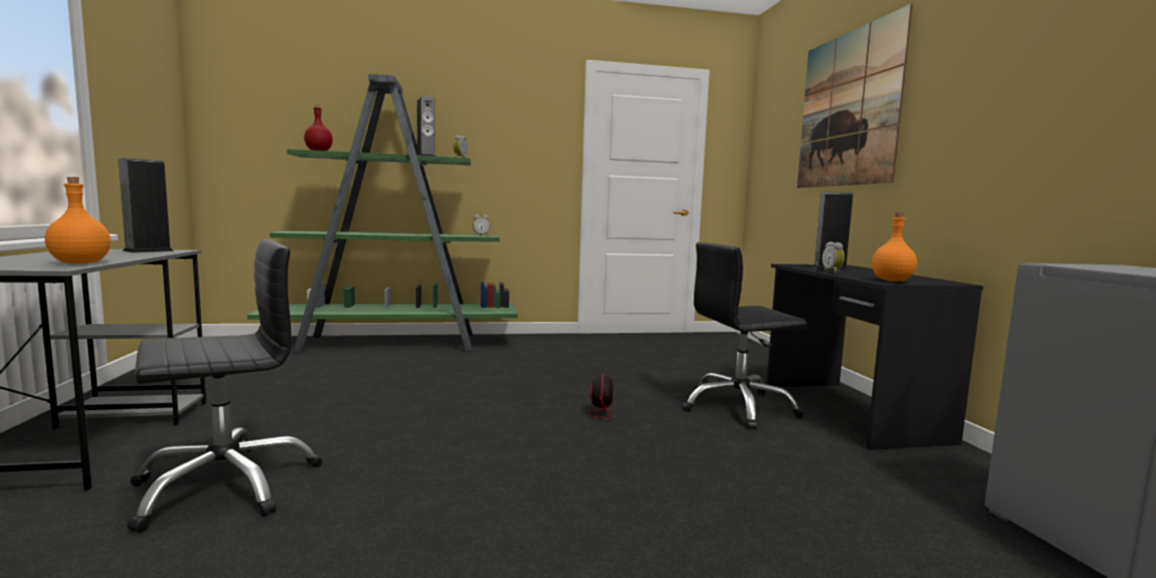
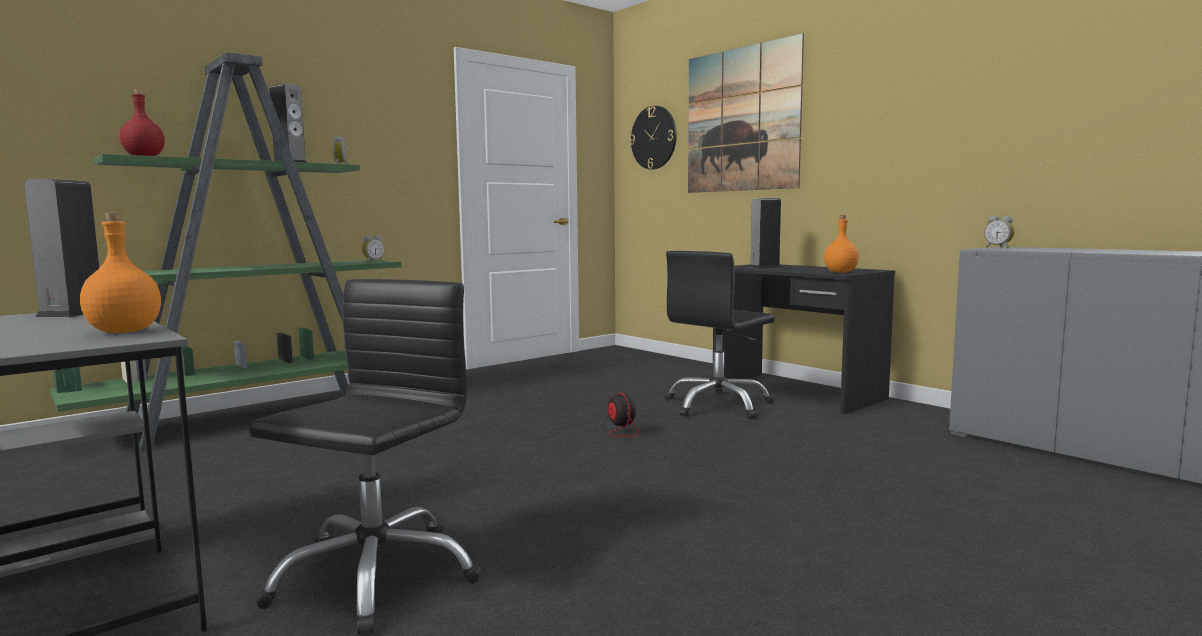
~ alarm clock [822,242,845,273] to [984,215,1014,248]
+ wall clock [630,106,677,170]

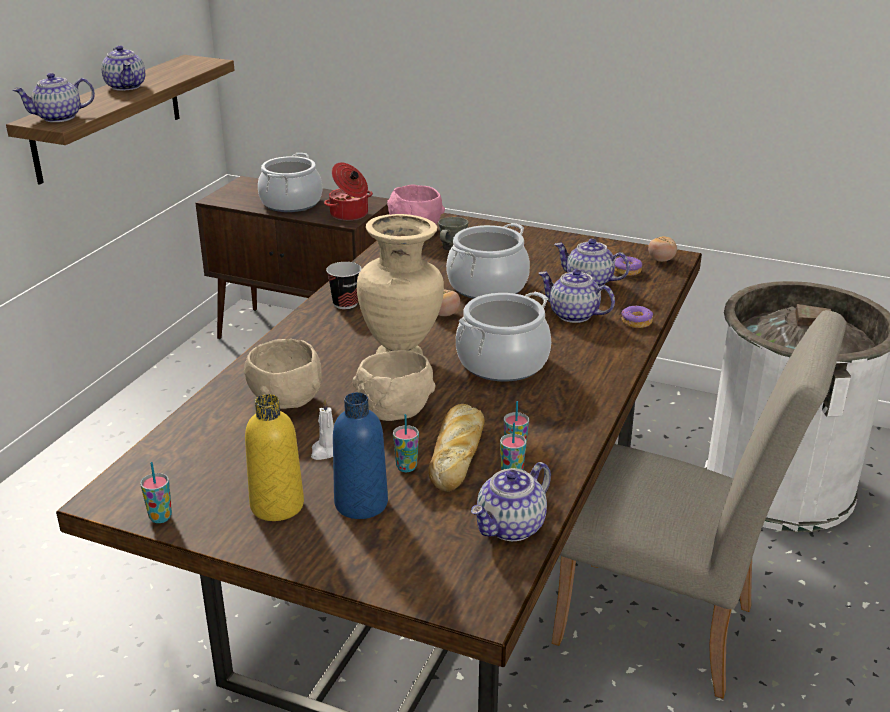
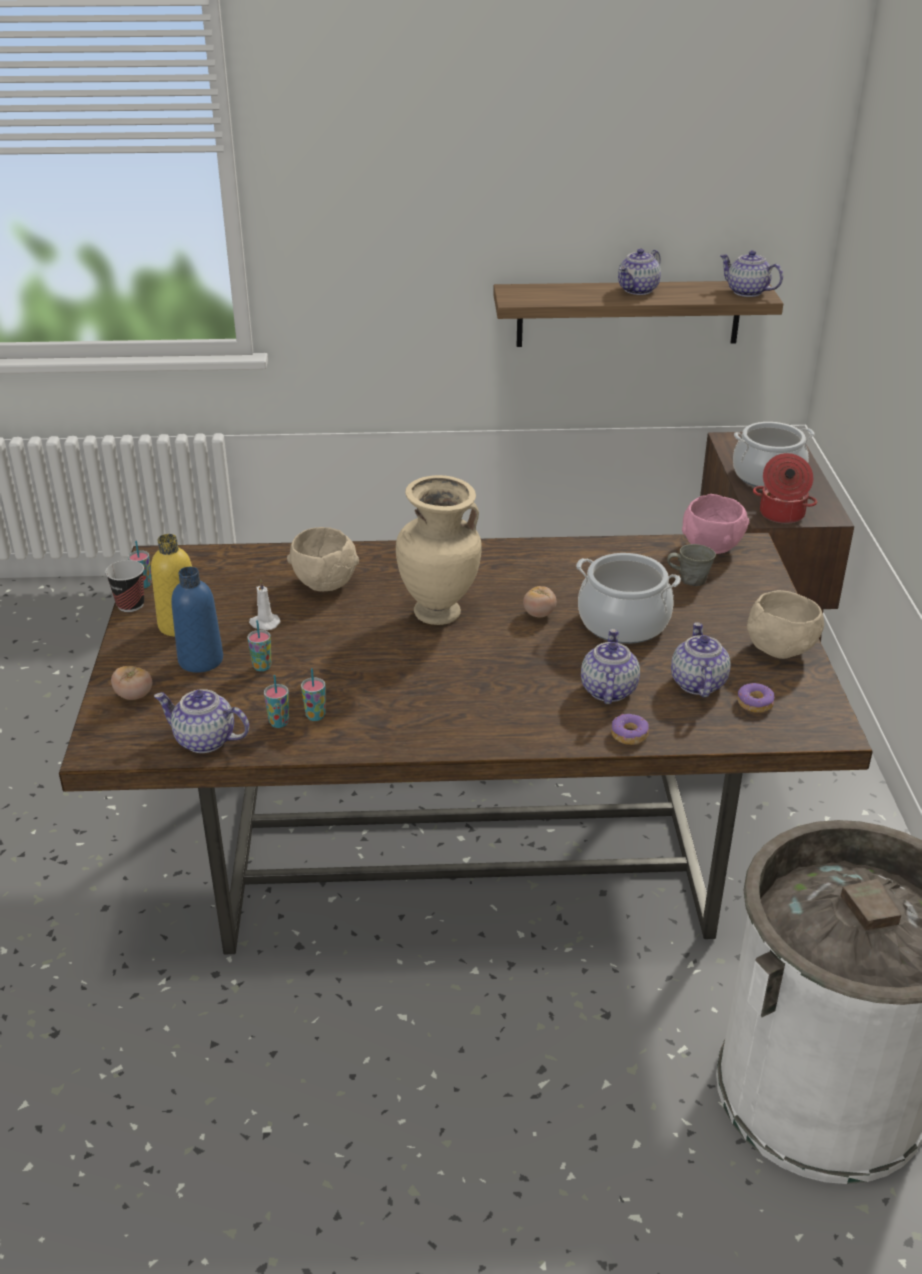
~ teapot [13,73,95,122] to [720,250,783,297]
~ cup [326,262,362,309] to [105,560,144,612]
~ serving bowl in beige-coloured [352,350,436,421] to [747,590,824,659]
- baked bread [428,404,484,492]
- stockpot [456,292,551,381]
- chair in beige-coloured [552,310,846,699]
~ whole tomato [648,236,677,262] to [111,666,152,700]

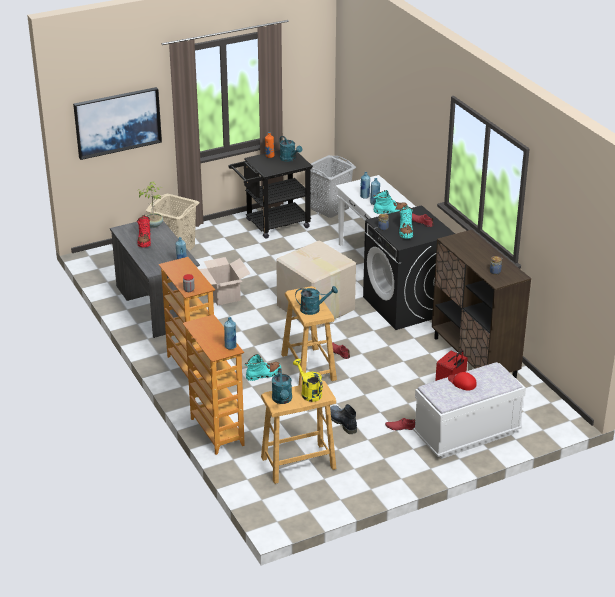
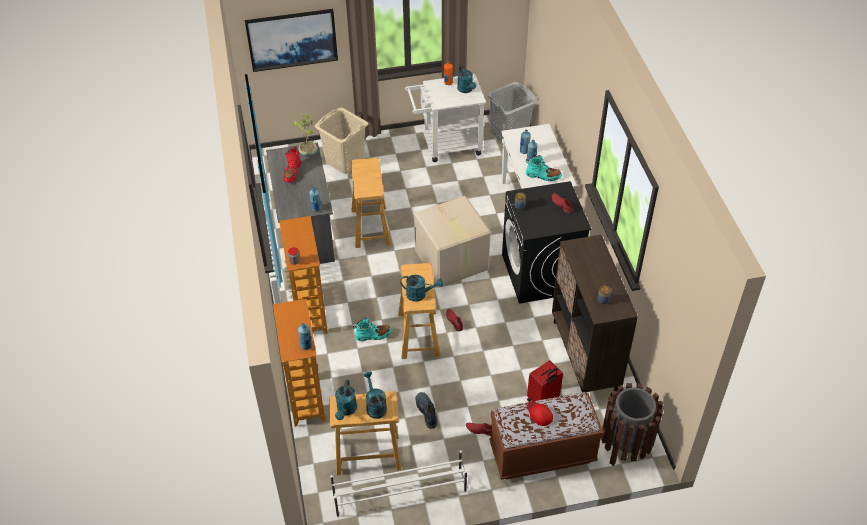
~ packing box [199,257,251,305] to stool in beige-coloured [351,158,391,248]
~ wheeled cart in black-coloured [229,150,313,239] to wheeled cart in white-coloured [405,74,486,162]
~ watering can in yellowish [293,359,323,402] to watering can in turquoise [363,372,387,419]
- tall boot in turquoise [399,205,413,238]
~ indoor bench in white-coloured [413,362,526,459] to indoor bench in brown-coloured [489,392,603,480]
+ shoe shelf in white-coloured [330,450,467,518]
+ trash can in brown-coloured [601,383,663,466]

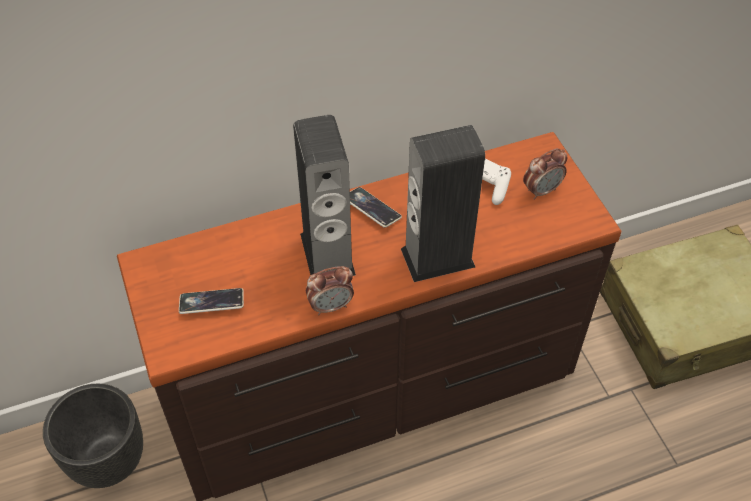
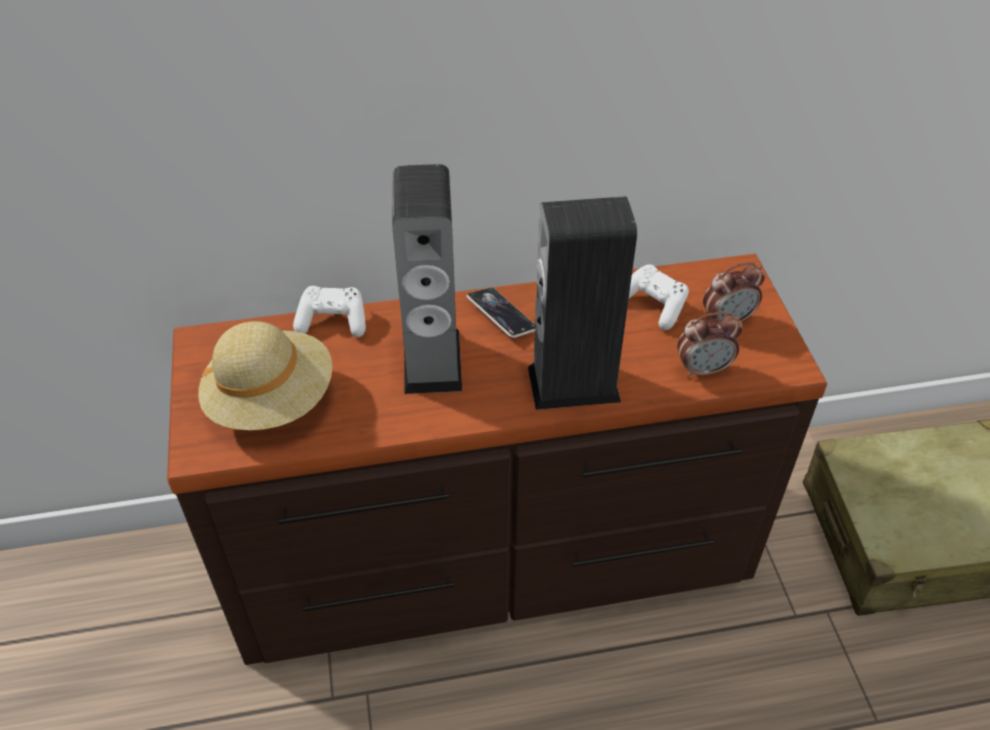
- plant pot in black-coloured [43,383,143,488]
~ telephone [179,288,244,314] to hat in beige-coloured [198,321,332,430]
~ alarm clock [306,266,354,315] to [677,312,743,378]
+ joypad in white-coloured [293,286,366,337]

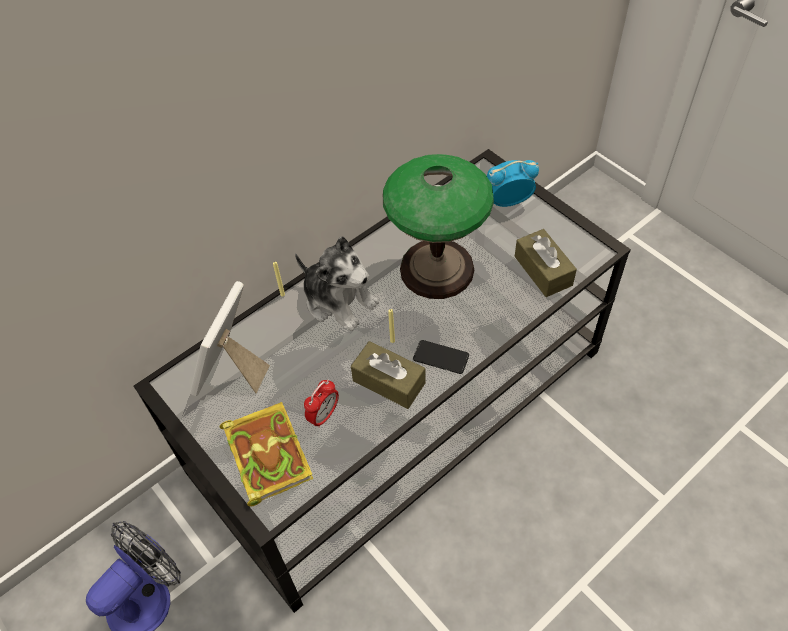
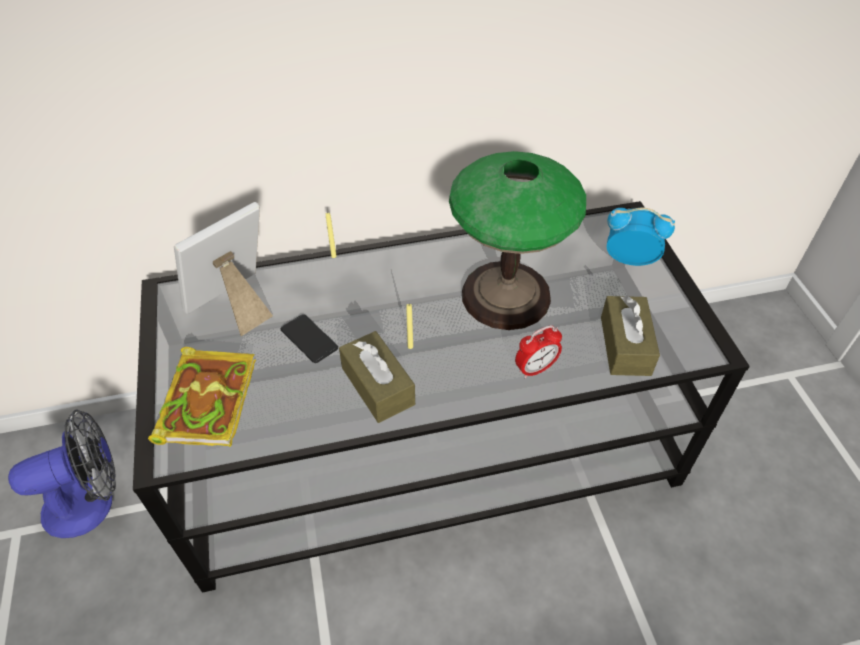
- cuddly toy [295,236,379,331]
~ alarm clock [304,380,339,428] to [515,325,562,378]
~ telephone [413,340,469,374] to [281,314,338,363]

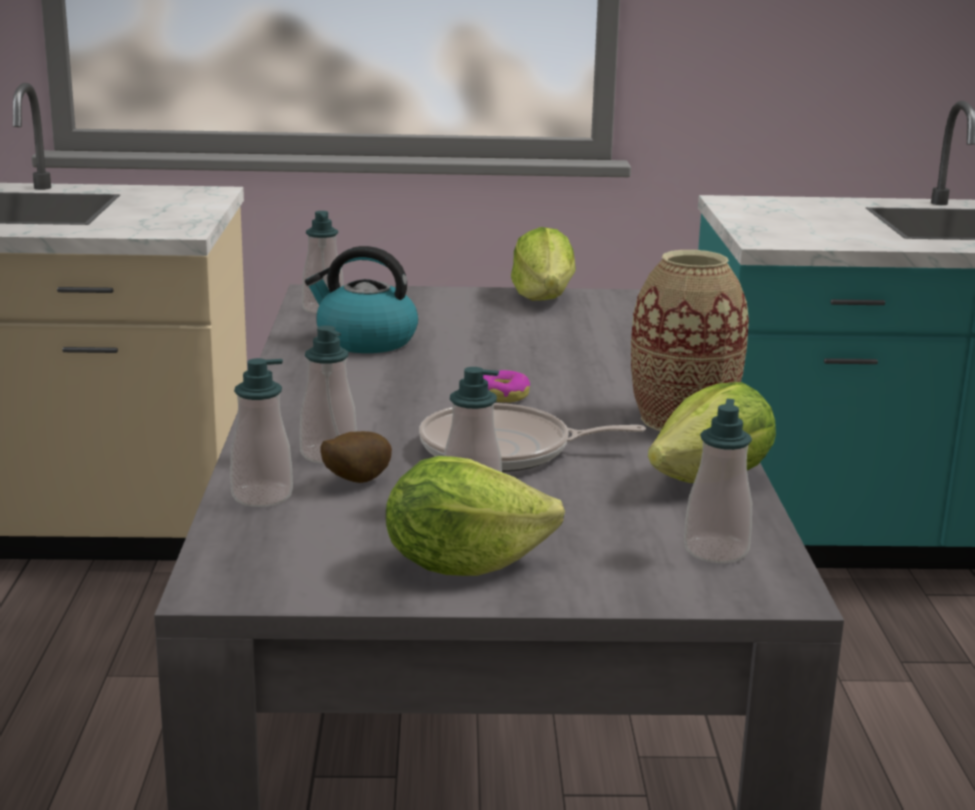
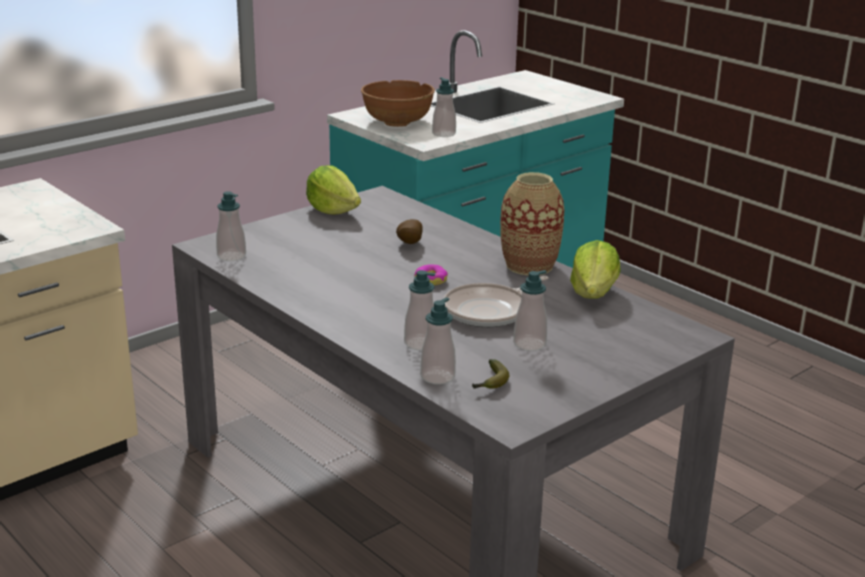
- kettle [305,246,418,353]
~ potato [320,431,392,483] to [396,219,423,244]
- lettuce head [386,456,565,576]
~ liquid soap bottle [684,399,752,563] to [432,77,456,137]
+ serving bowl in brown-coloured [361,80,435,127]
+ whole banana [472,359,509,389]

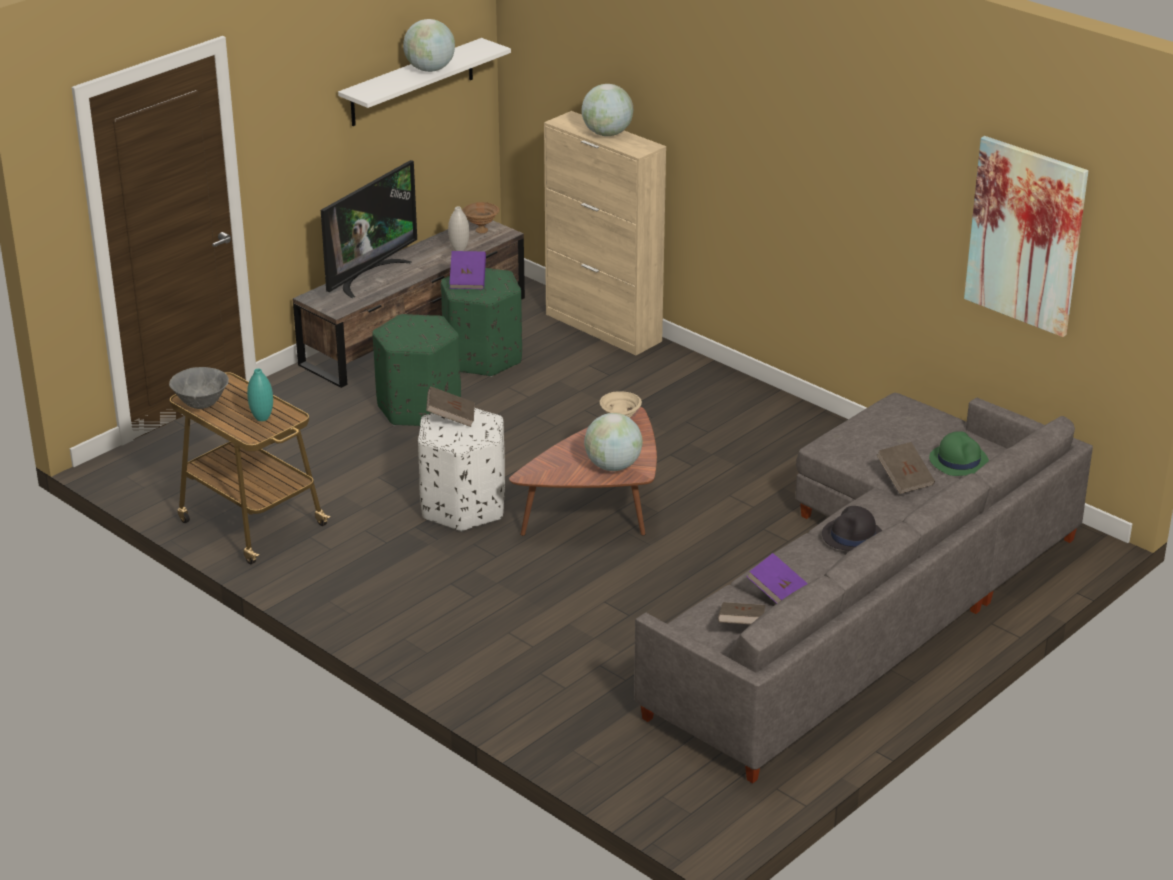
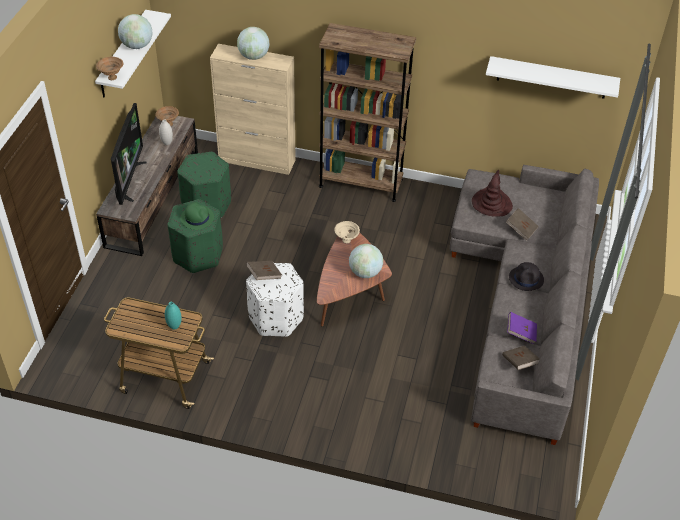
- serving bowl in grey [169,367,229,409]
- book in purple-coloured [449,251,486,289]
~ hat in greenish [929,431,989,476] to [180,202,214,230]
~ picture [964,136,1088,337] to wall shelf in white-coloured [486,56,620,99]
+ serving bowl in brown-coloured [96,57,124,80]
+ bookcase in brown-coloured [319,23,416,202]
+ hat in brown-coloured [472,170,513,217]

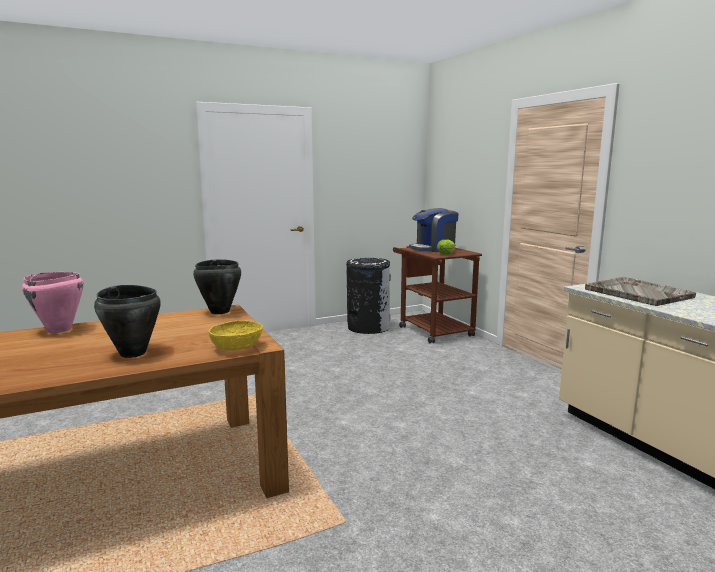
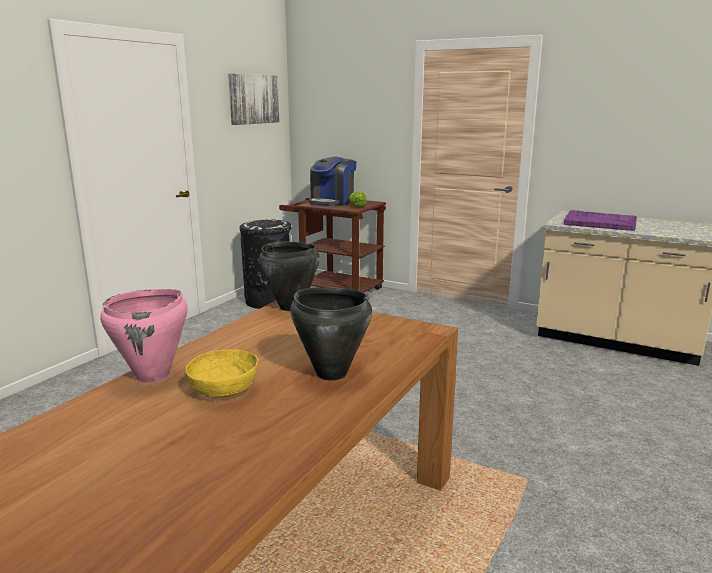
~ serving bowl in yellowish [209,320,263,350] to [186,349,258,398]
~ tray in grey [585,277,696,306] to tray in purple-coloured [564,210,637,231]
+ picture [228,73,280,125]

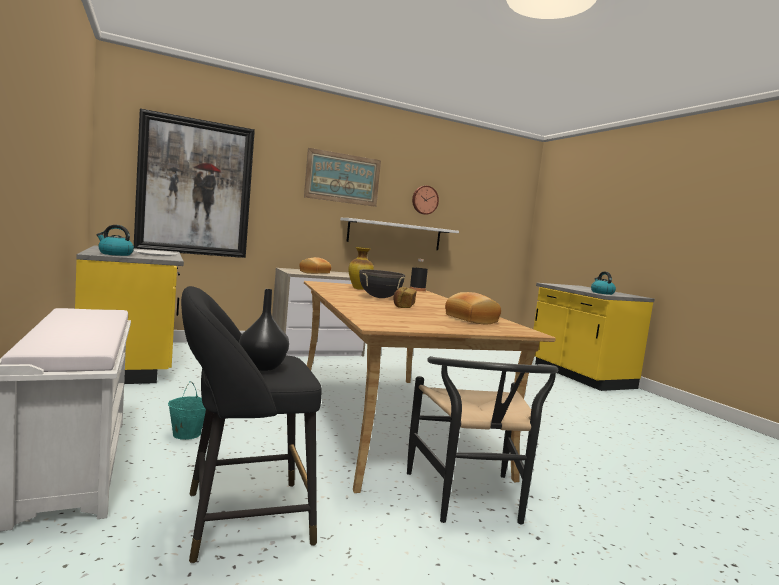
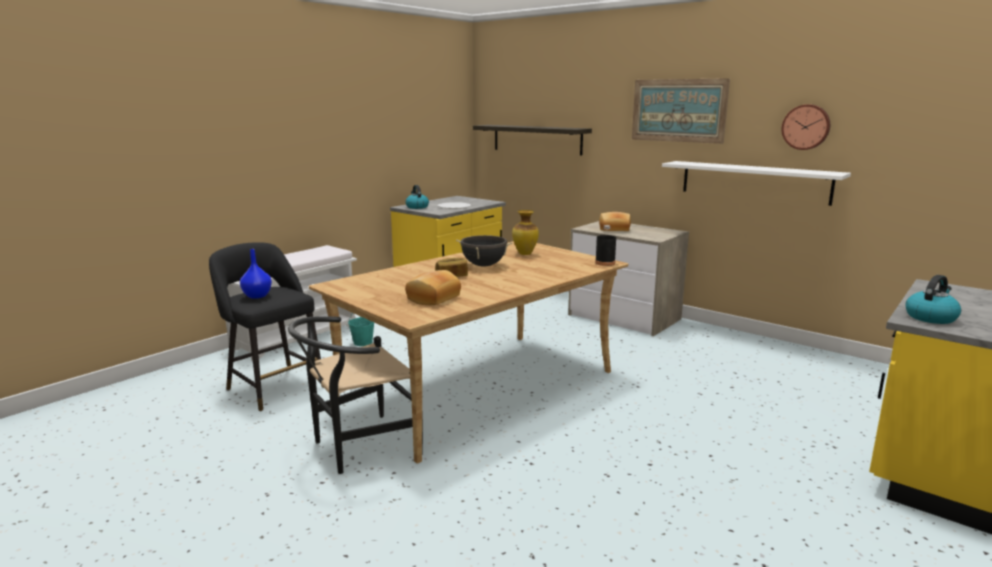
~ picture [134,108,255,258] to wall shelf [473,125,592,156]
~ vase in black-coloured [239,289,289,371] to vase in blue [240,249,272,299]

